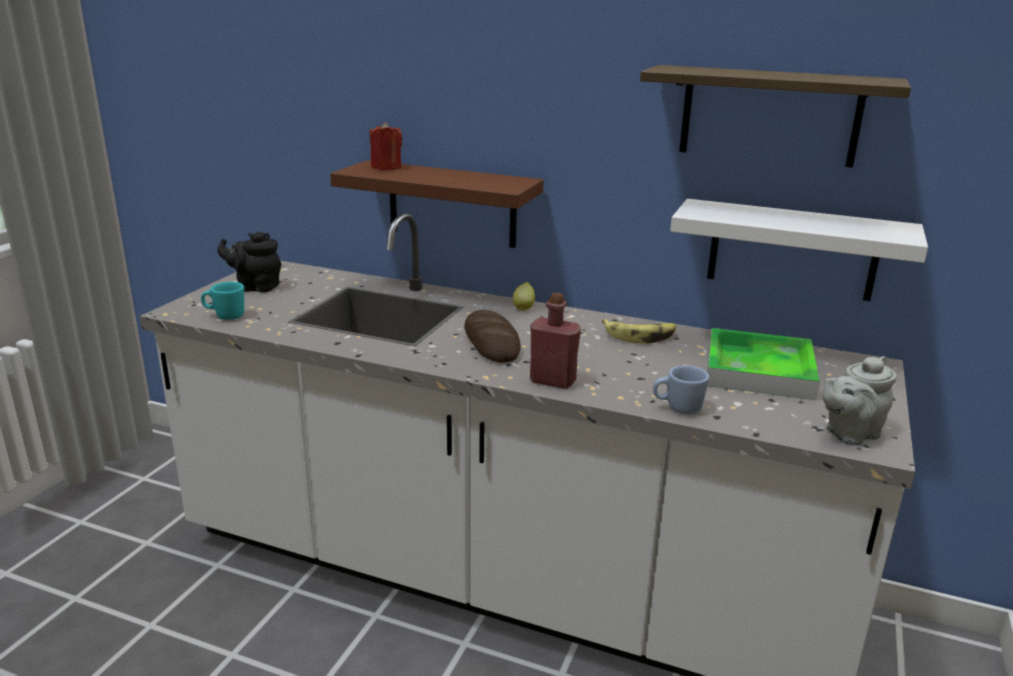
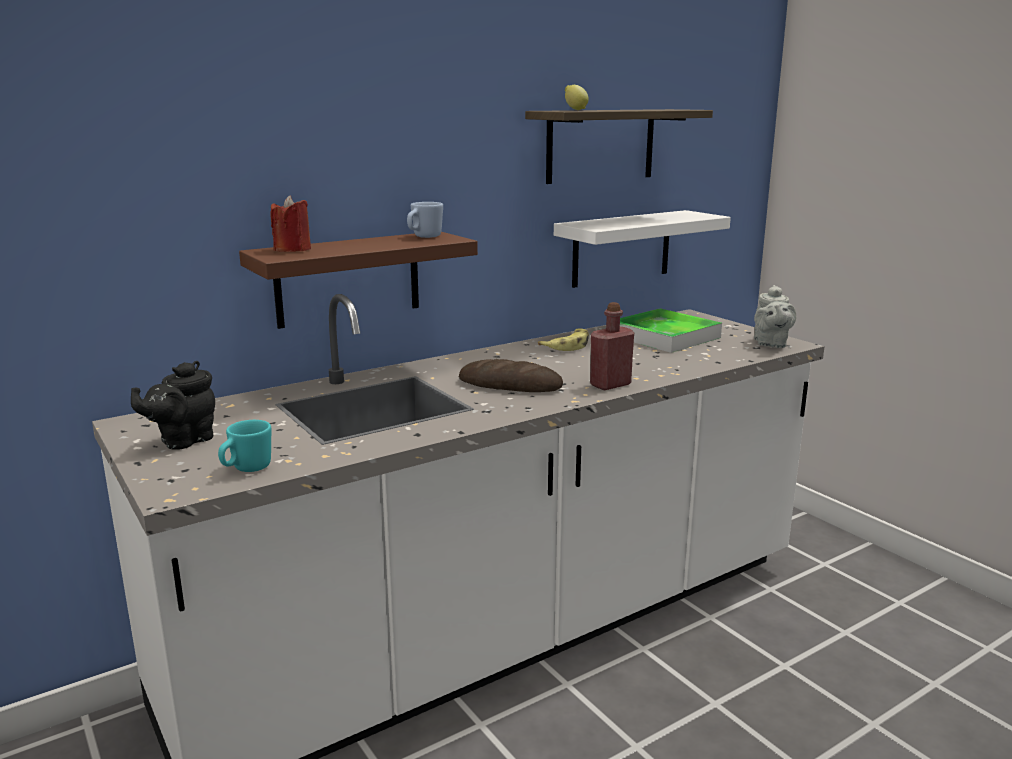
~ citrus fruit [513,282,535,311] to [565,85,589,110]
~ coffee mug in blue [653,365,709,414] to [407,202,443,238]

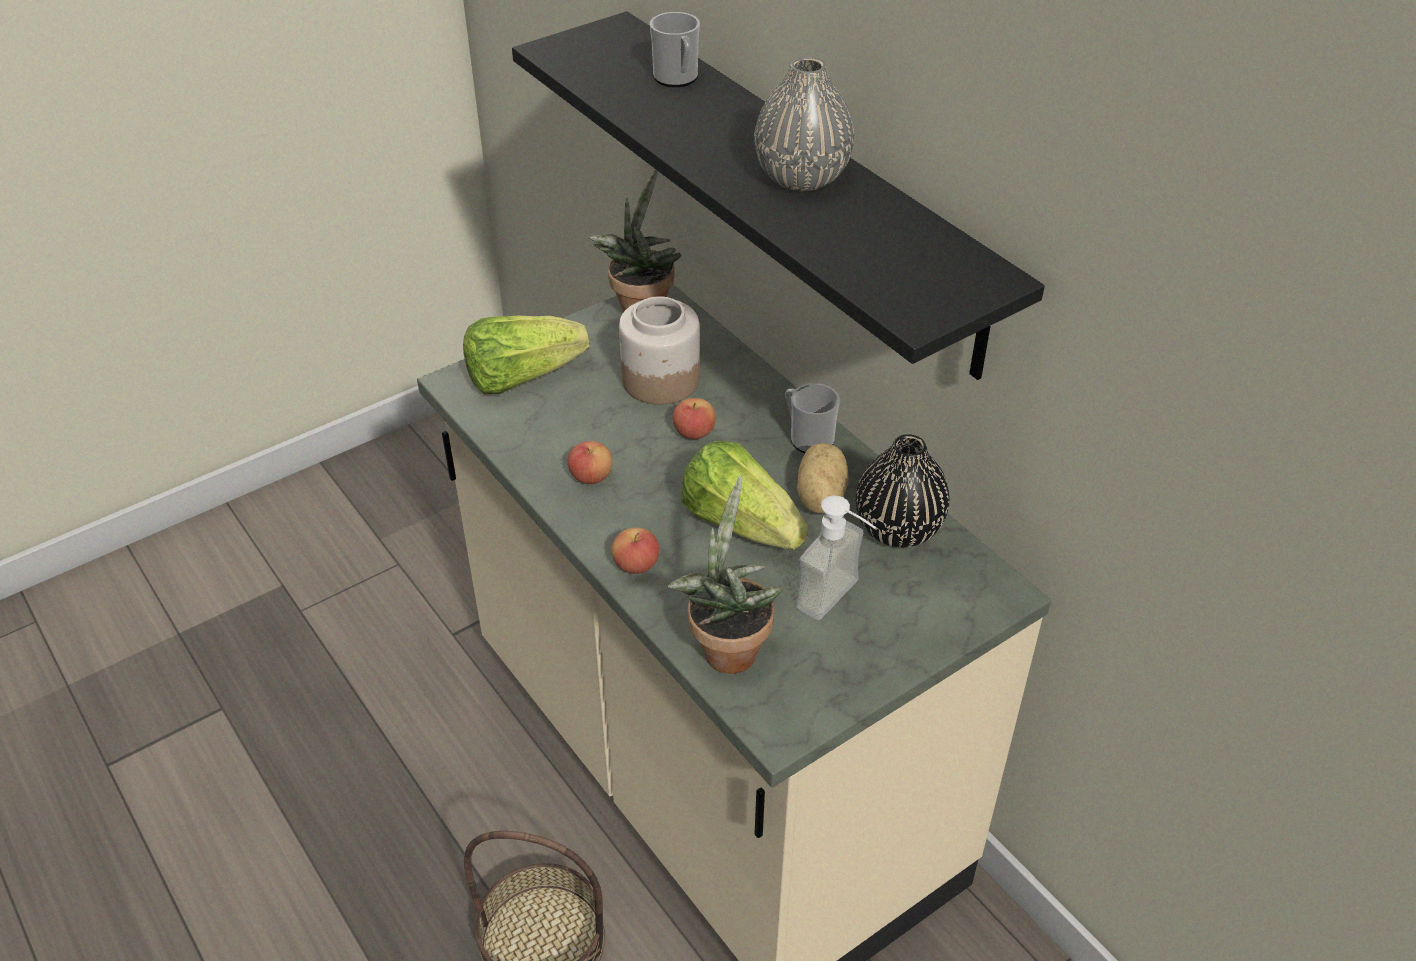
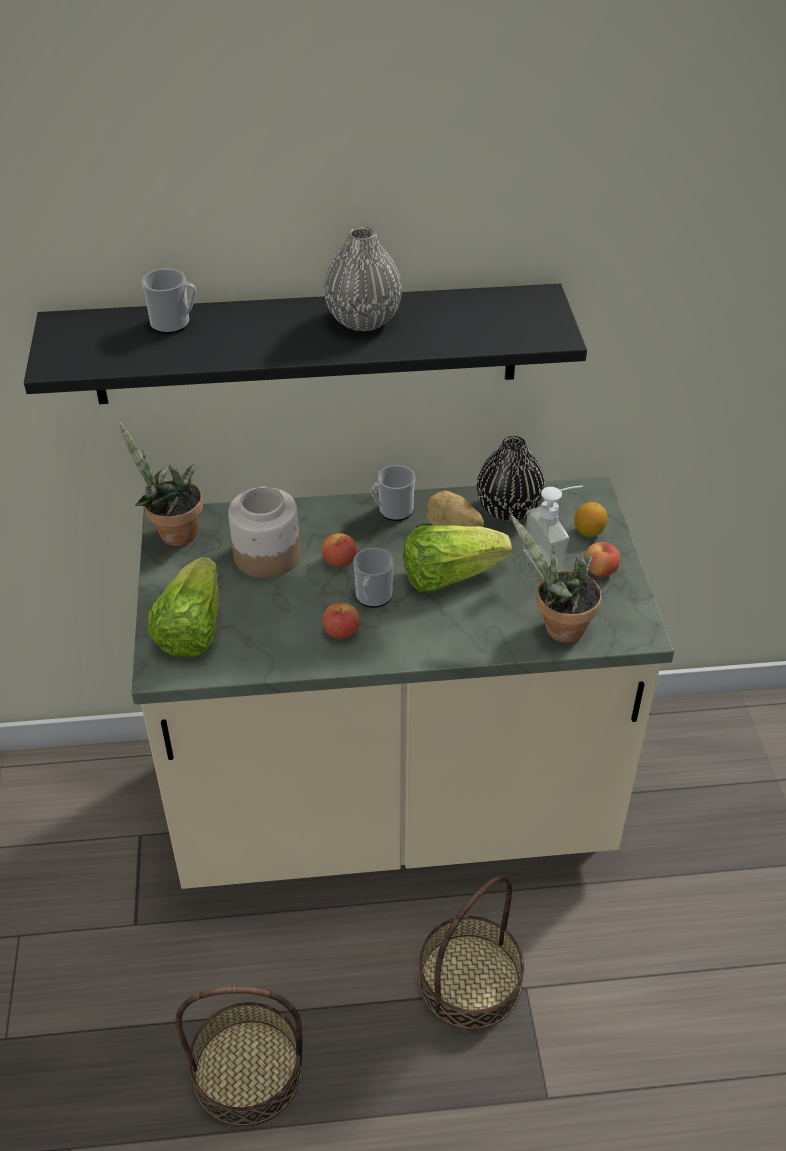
~ apple [612,527,660,574] to [584,542,621,577]
+ storage basket [175,986,302,1127]
+ coffee mug [353,548,394,608]
+ citrus fruit [574,502,608,537]

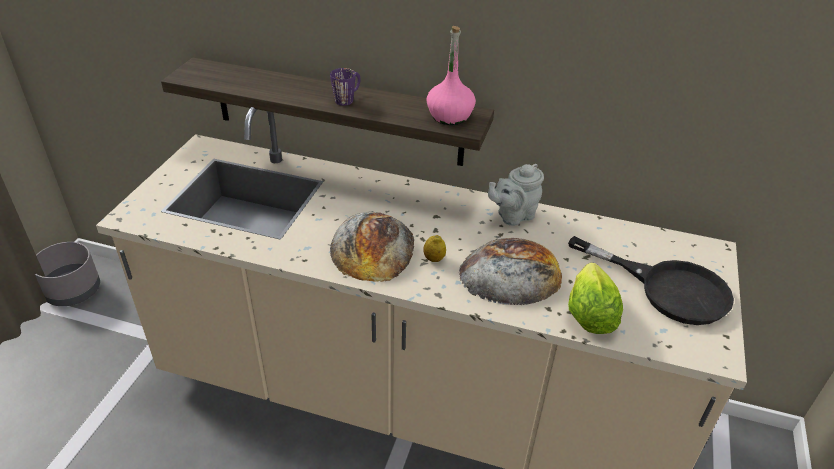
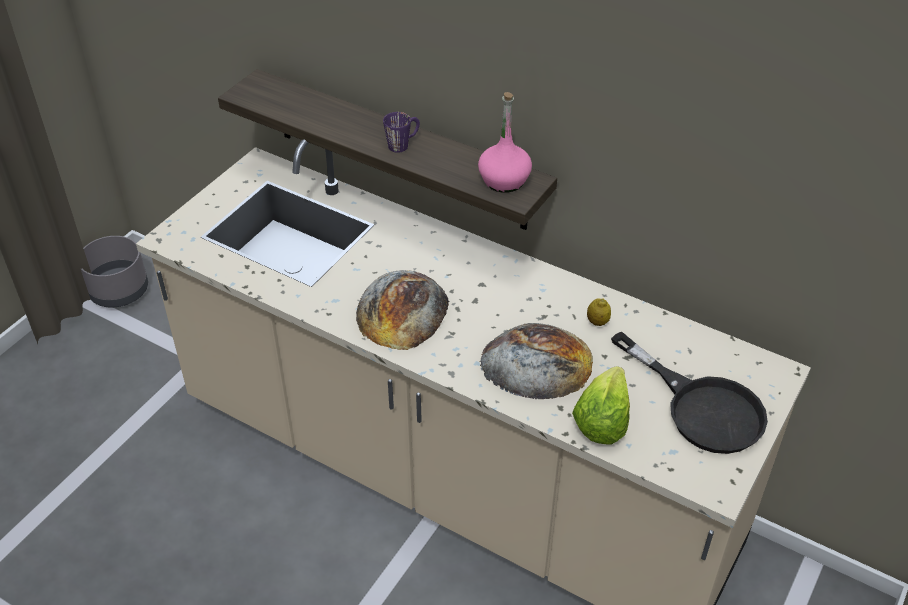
~ citrus fruit [423,235,446,262] to [587,298,611,326]
- teapot in grey [488,164,544,226]

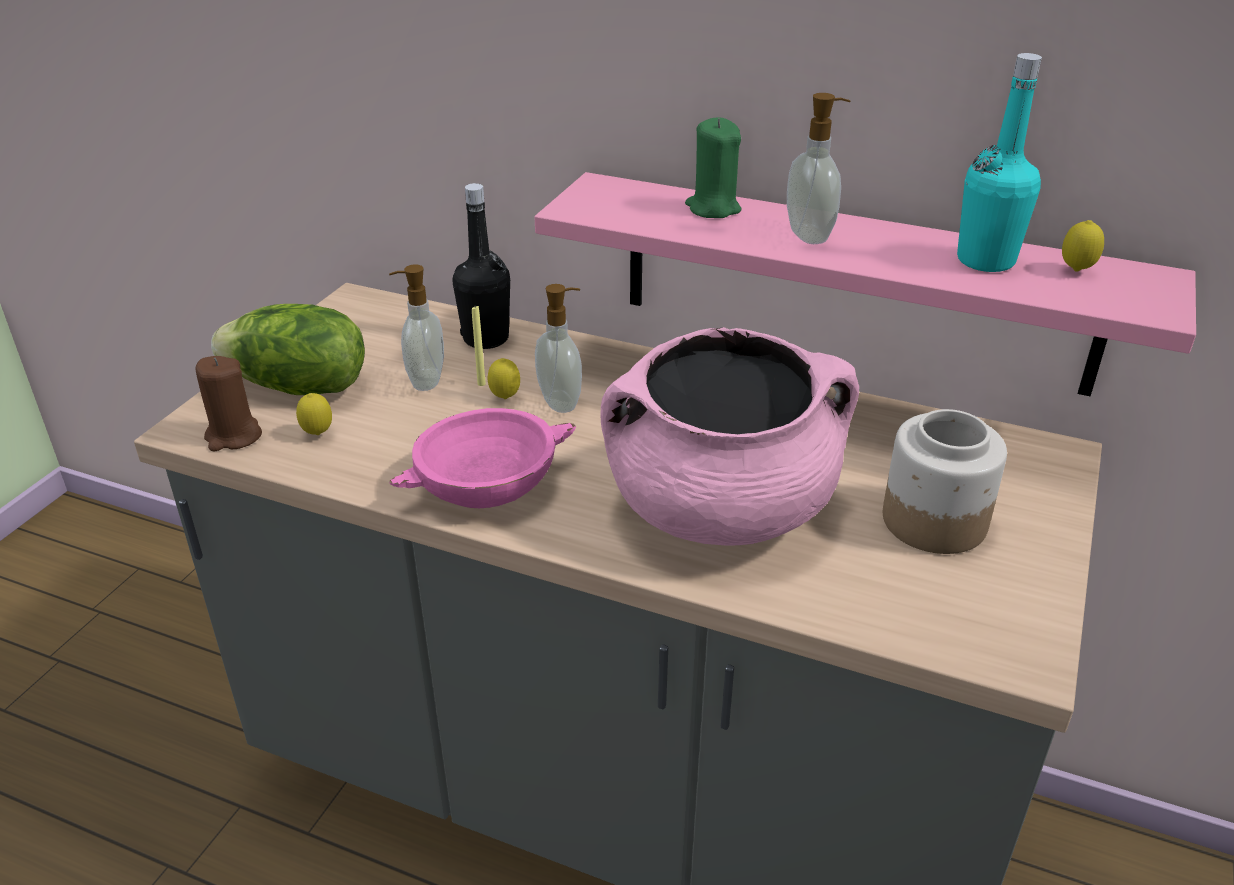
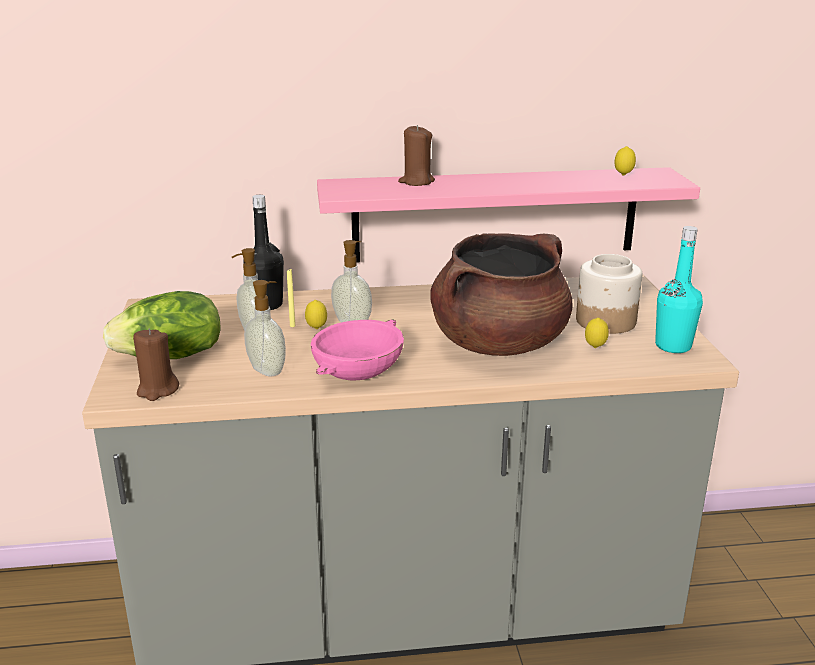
~ citrus fruit [296,393,332,435] to [585,317,609,348]
~ stockpot in pink [601,327,859,545] to stockpot in brown-coloured [430,233,572,356]
~ candle in greenish [685,118,742,218] to candle in brown-coloured [398,125,435,186]
~ liquid soap bottle [787,93,850,244] to [244,280,286,376]
~ bottle in turquoise [957,53,1042,272] to [655,226,703,353]

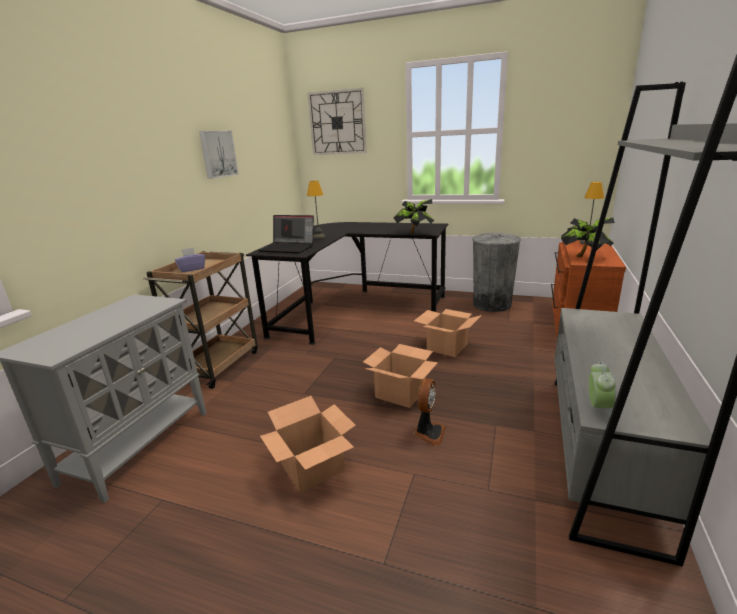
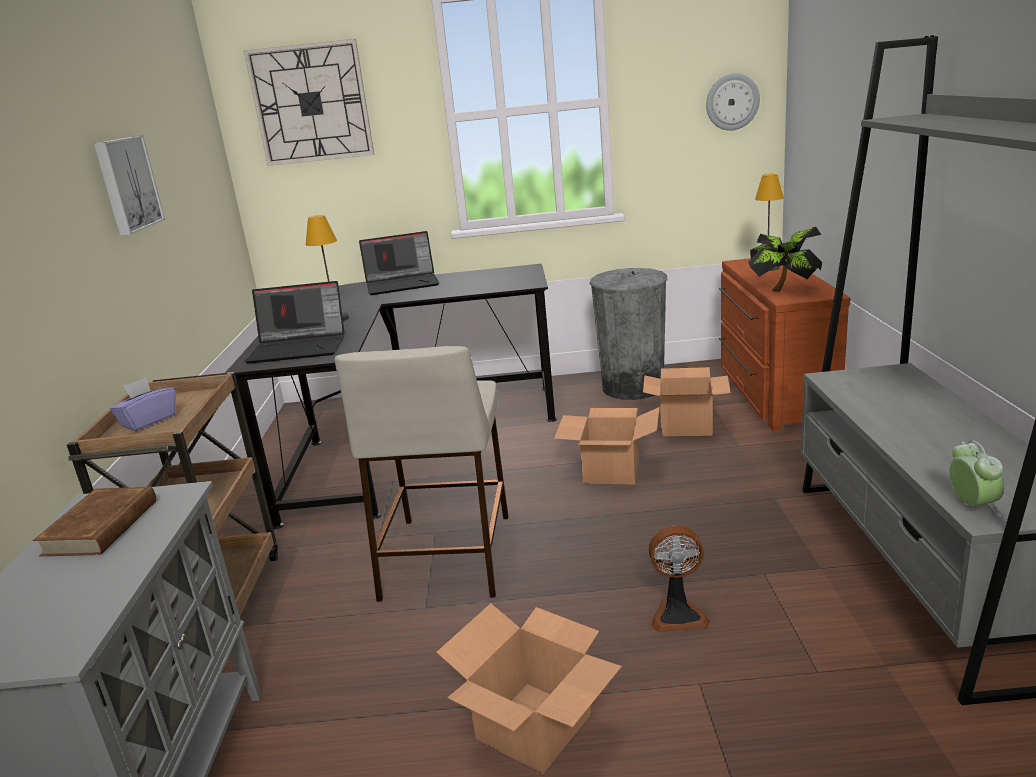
~ packing box [363,344,438,408] to [643,367,731,436]
- plant in a pot [394,199,435,234]
~ fan [414,379,446,446] = [649,525,710,632] 90 degrees clockwise
+ book in brown-coloured [33,487,156,556]
+ stool in beige-coloured [334,346,508,602]
+ portable computer [359,231,439,295]
+ wall clock [706,73,760,131]

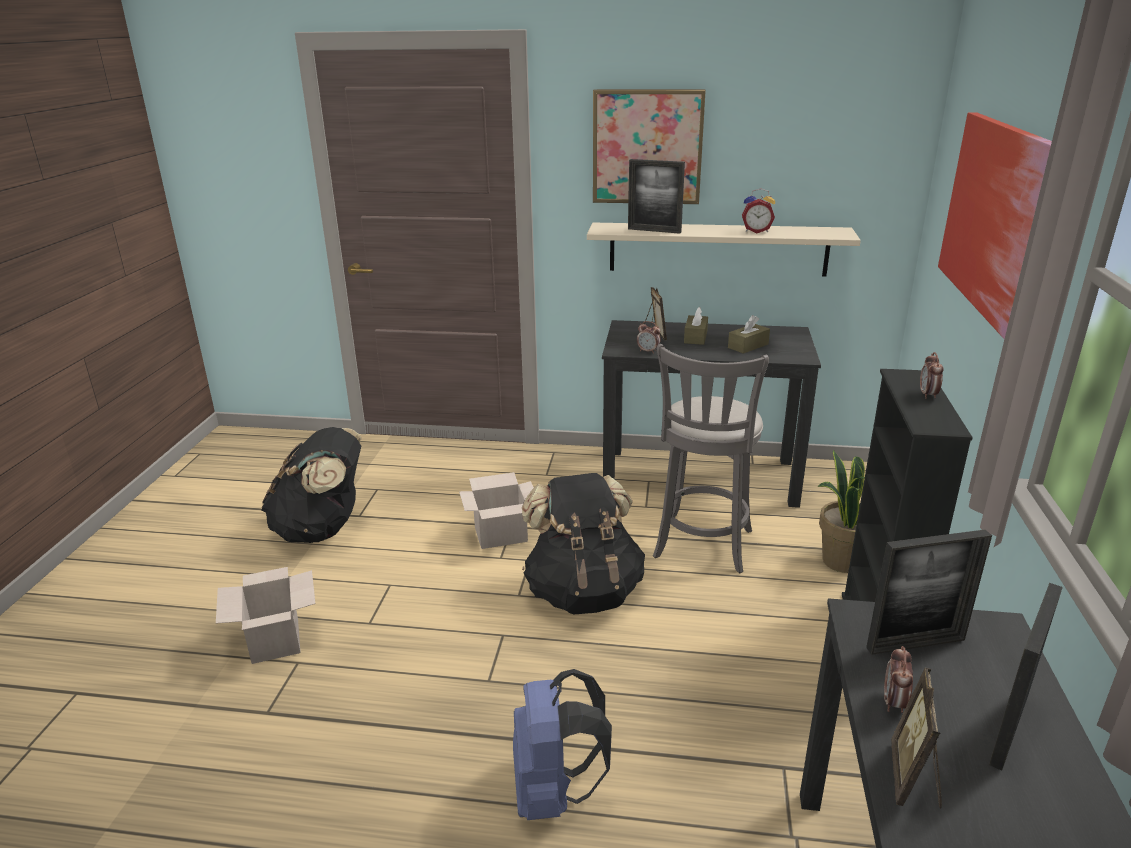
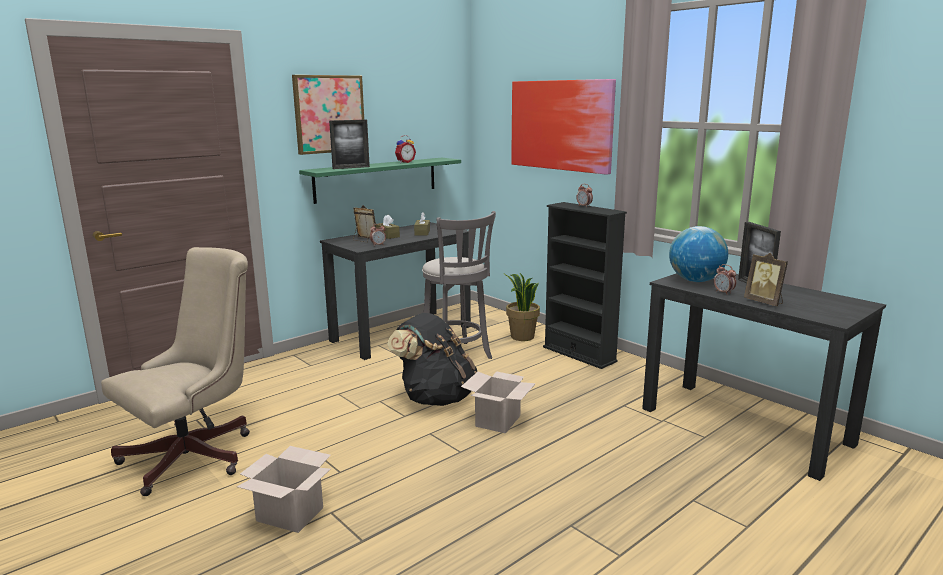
~ knapsack in black-coloured [261,427,362,543] to desk chair in beige-coloured [101,247,250,496]
~ packing box [459,472,534,549] to [461,371,536,433]
- knapsack in blue [513,669,612,820]
~ wall shelf in beige-coloured [587,222,861,276] to wall shelf in greenish [299,158,461,204]
~ picture frame [866,530,992,655] to world globe [669,226,728,282]

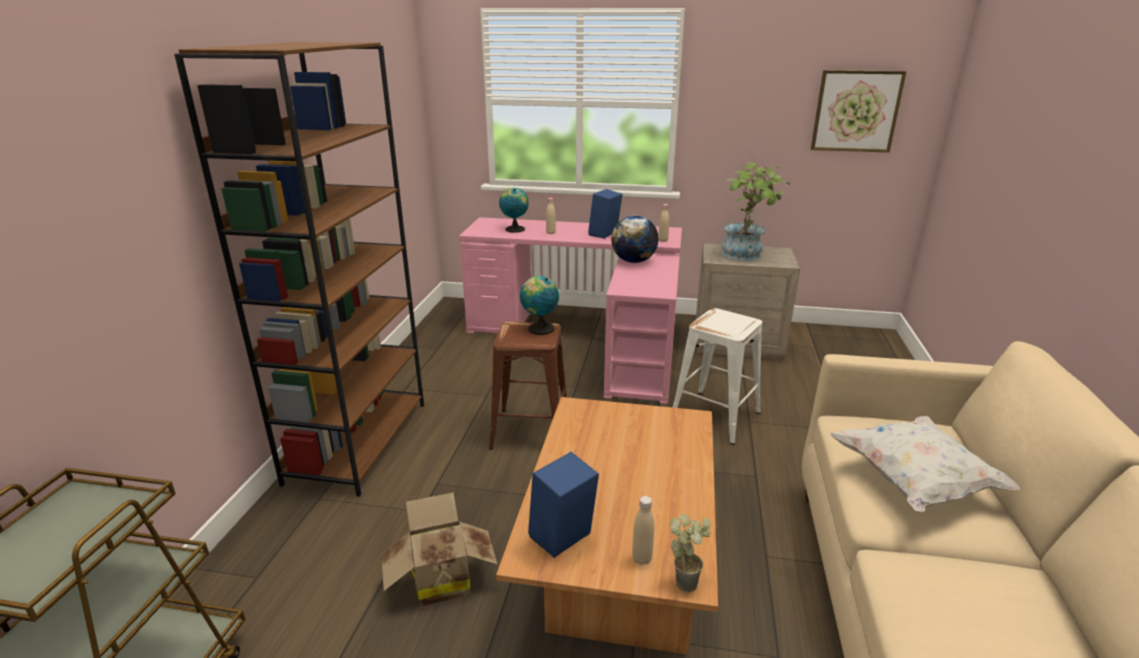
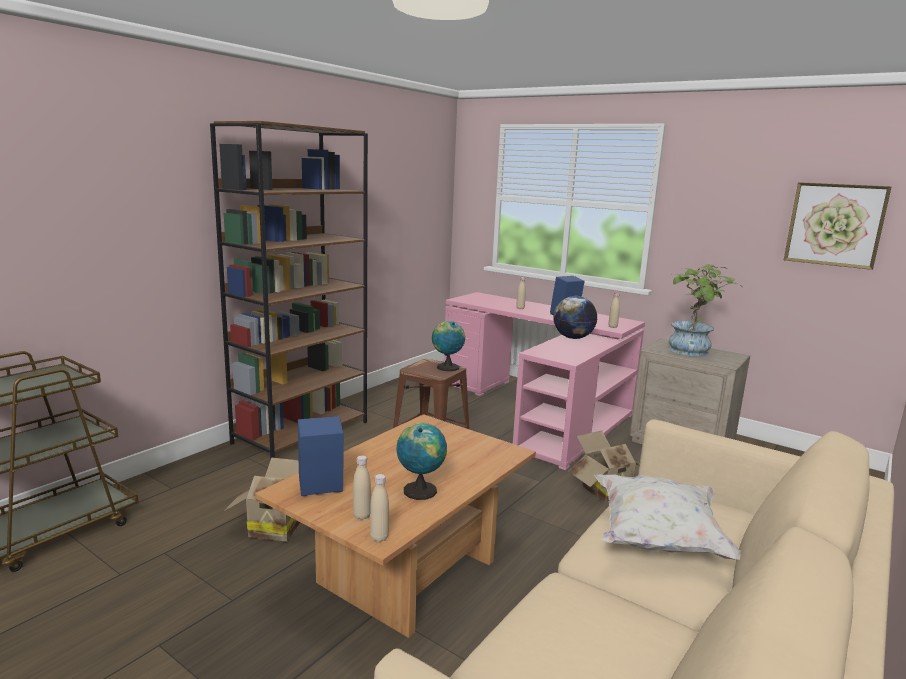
~ world globe [499,188,529,233] to [396,423,447,500]
~ plant in a pot [669,514,711,593] to bottle in beige-coloured [370,474,389,542]
~ stool in white-coloured [672,308,762,445] to packing box [568,431,639,503]

